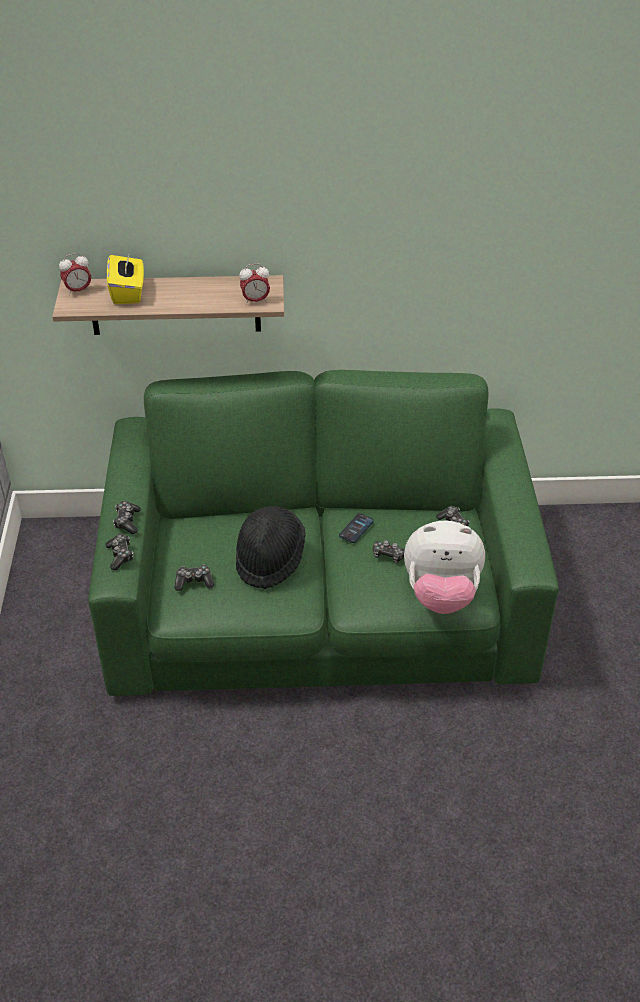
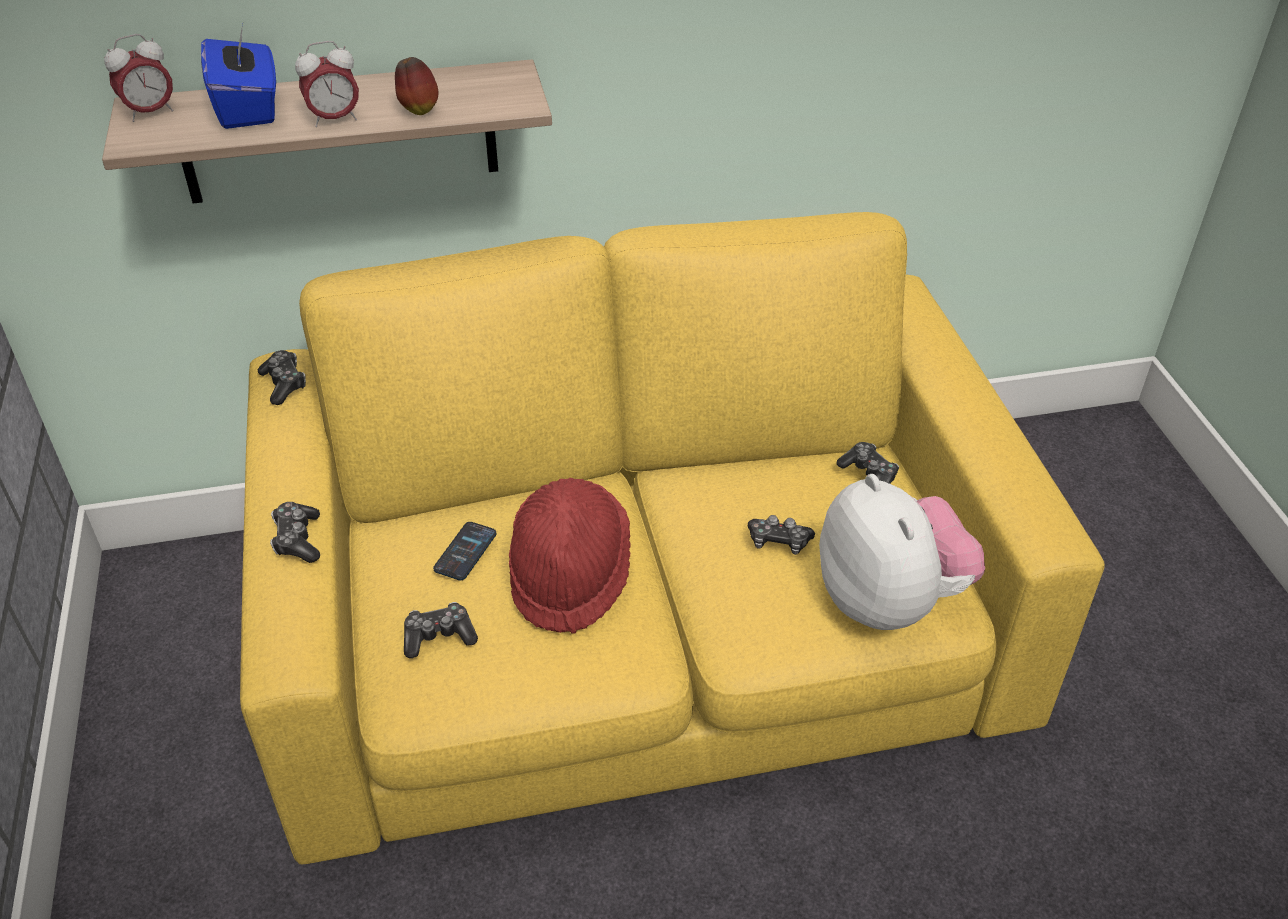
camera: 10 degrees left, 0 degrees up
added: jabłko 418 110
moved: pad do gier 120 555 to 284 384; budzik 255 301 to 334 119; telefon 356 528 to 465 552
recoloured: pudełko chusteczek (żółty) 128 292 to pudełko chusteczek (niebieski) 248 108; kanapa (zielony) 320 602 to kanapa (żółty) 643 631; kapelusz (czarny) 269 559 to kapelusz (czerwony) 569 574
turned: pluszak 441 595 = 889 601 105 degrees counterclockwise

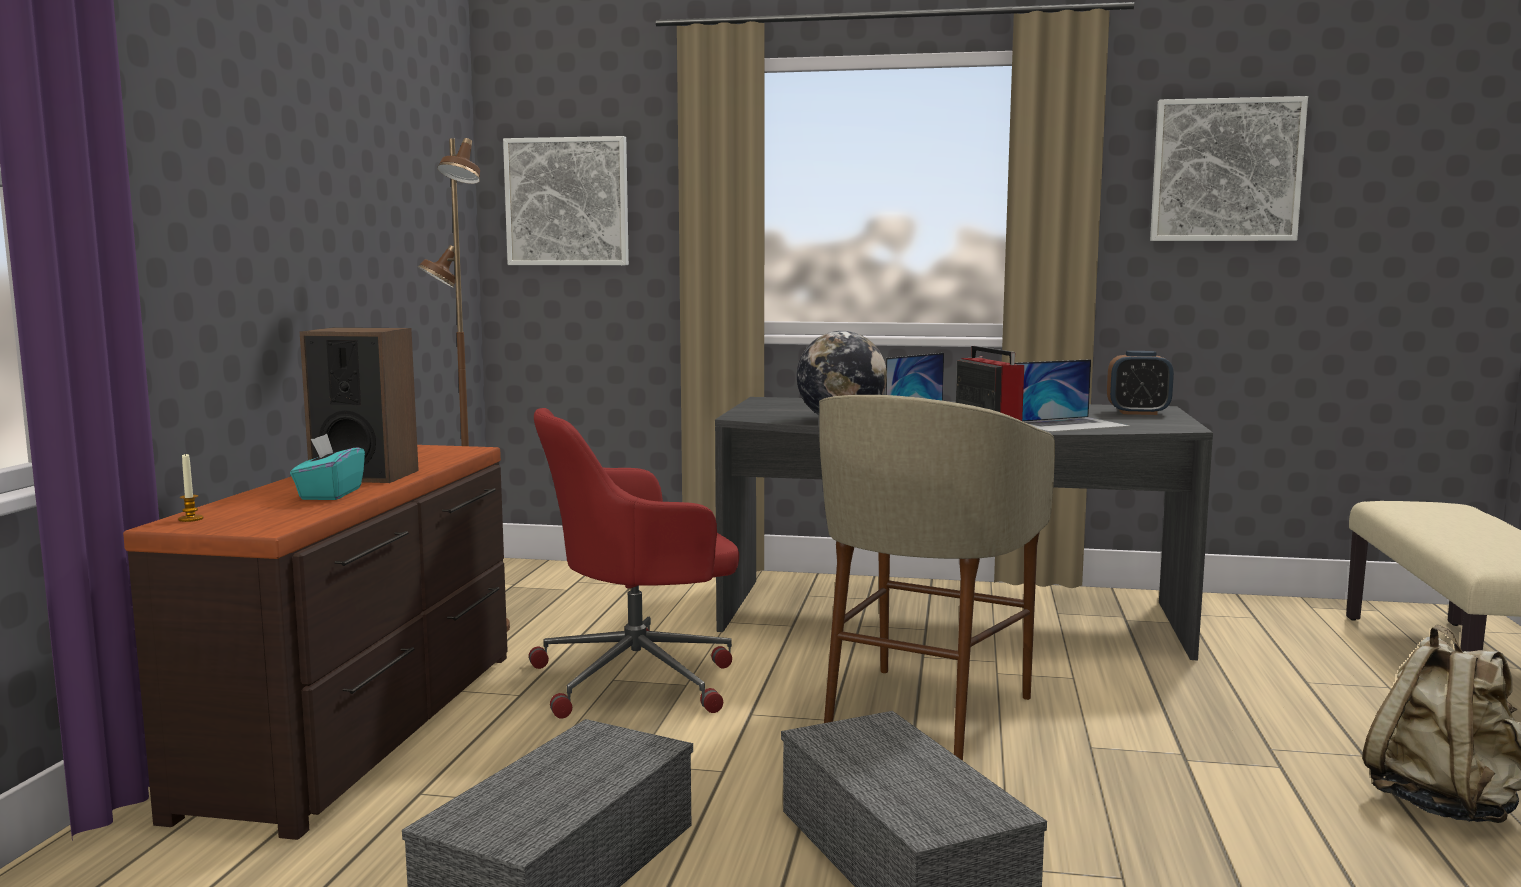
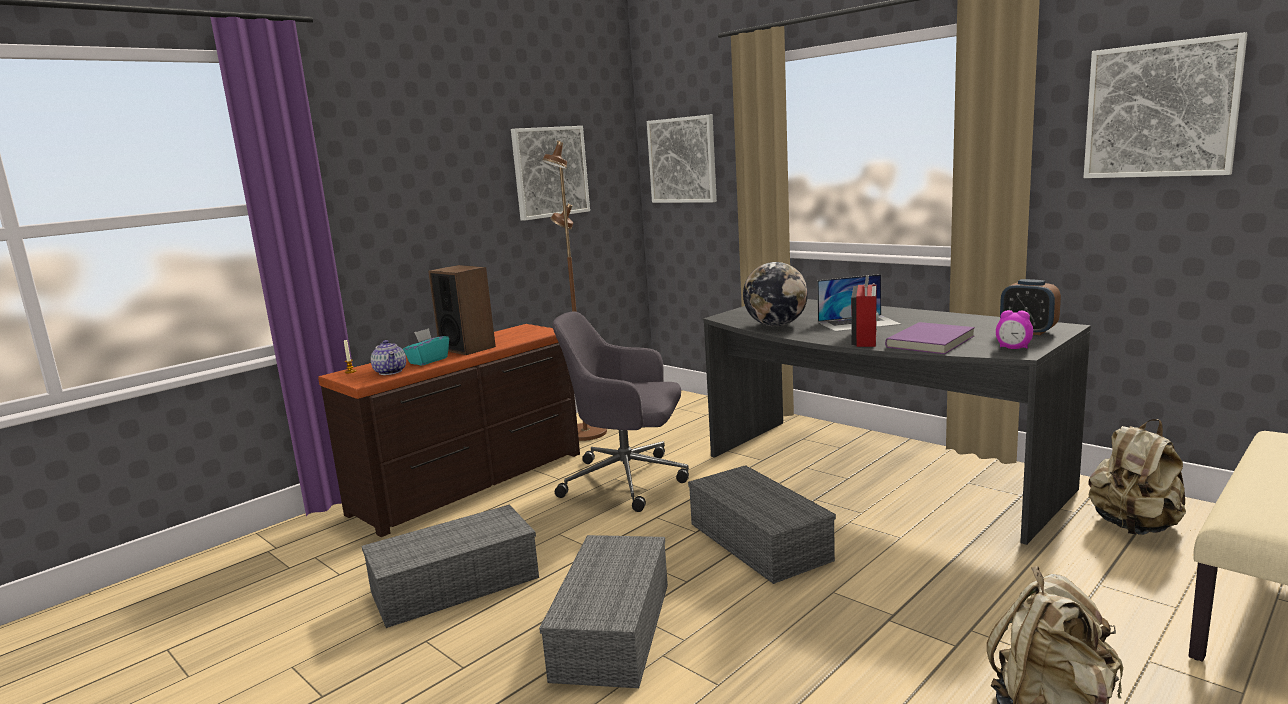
camera: 35 degrees right, 5 degrees up
added: imbryk 390 371; obraz 550 172; budzik 1013 348; plecak (beżowy) 1135 527
replaced: stołek (beżowy) 923 714 to pojemnik do przechowywania (szary) 756 541; laptop 1069 424 to książka (fioletowy) 932 342
recoloured: krzesło biurowe (czerwony) 639 678 to krzesło biurowe (szary) 628 480

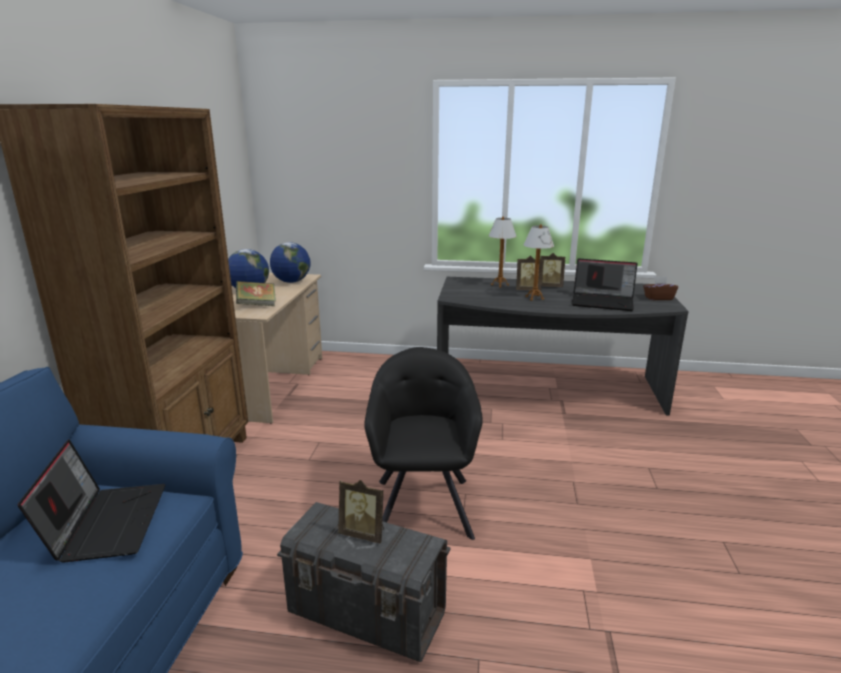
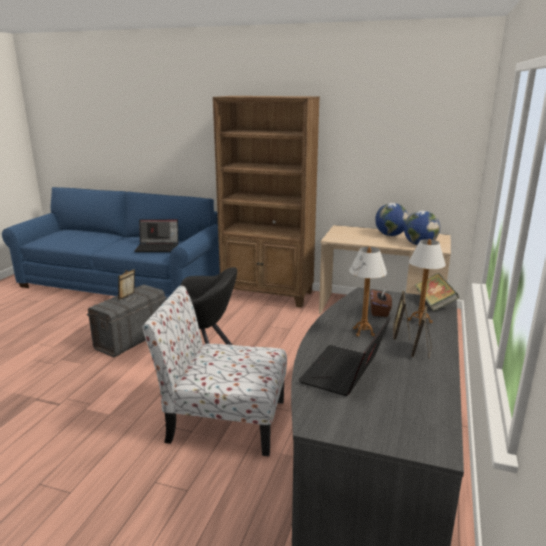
camera: 100 degrees right, 0 degrees up
added: krzesło 224 420
moved: pudełko chusteczek (brązowy) 658 298 to 380 311; książka 257 305 to 434 303

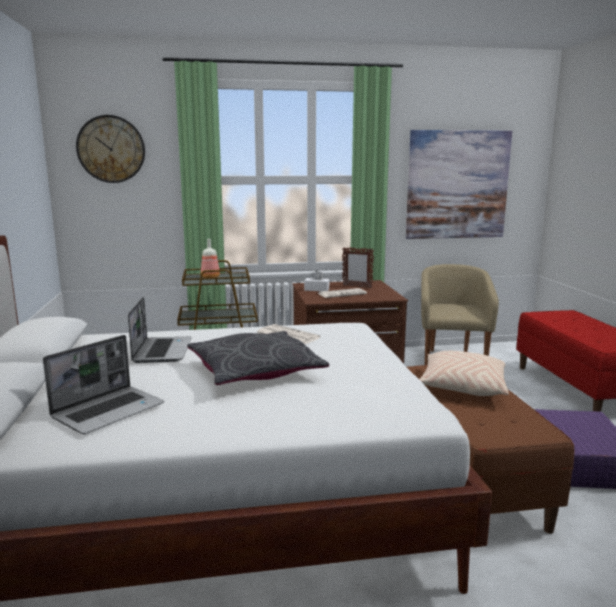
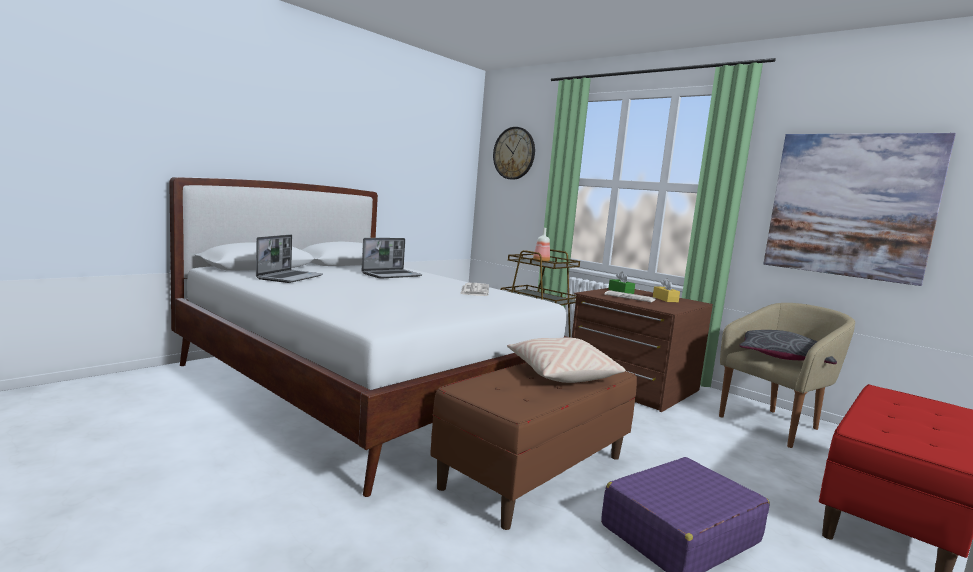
camera: 50 degrees right, 5 degrees down
moved: poduszka (szary) 255 371 to 782 357
replaced: ramka na zdjęcie 357 287 to pudełko chusteczek (żółty) 665 299
recoloured: pudełko chusteczek (biały) 316 289 to pudełko chusteczek (zielony) 620 291
turned: laptop 109 411 = 290 277 75 degrees counterclockwise

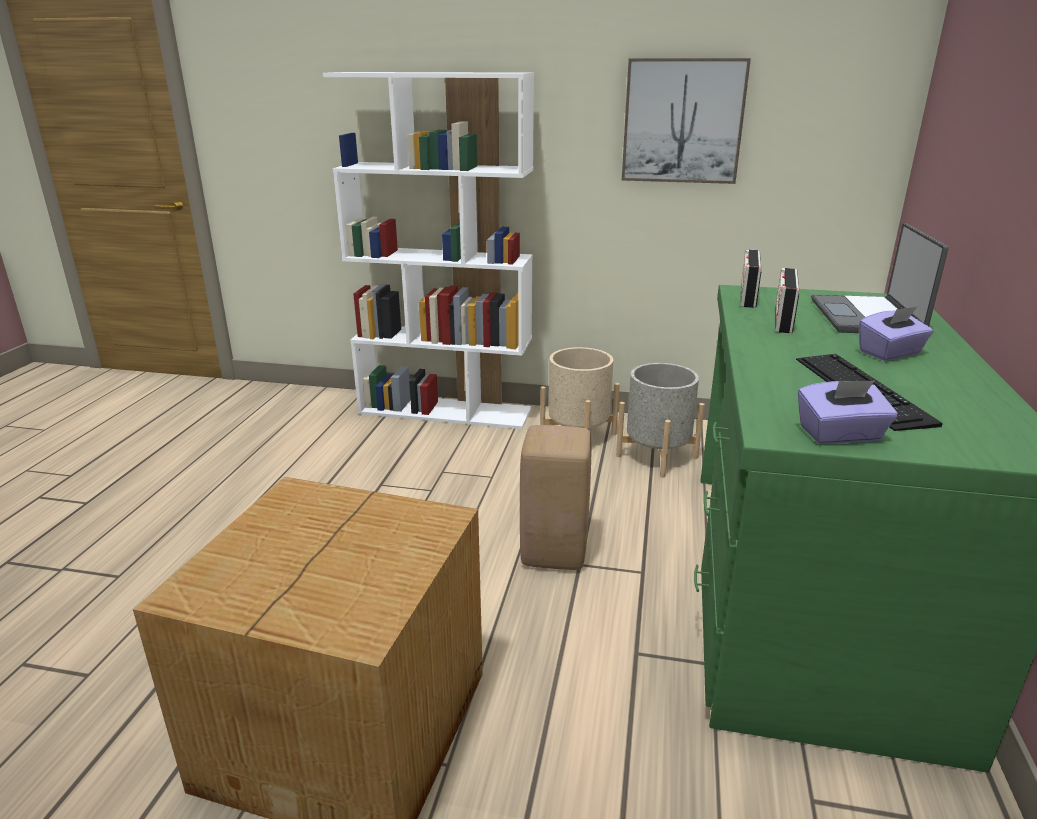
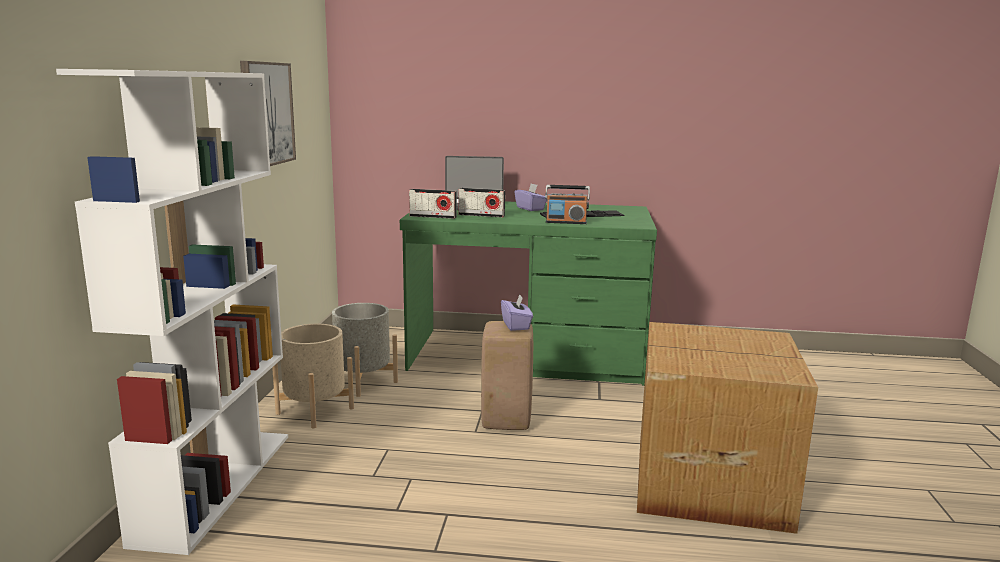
camera: 95 degrees left, 10 degrees down
added: radio 566 222
moved: pudełko chusteczek (fioletowy) 840 435 to 516 325

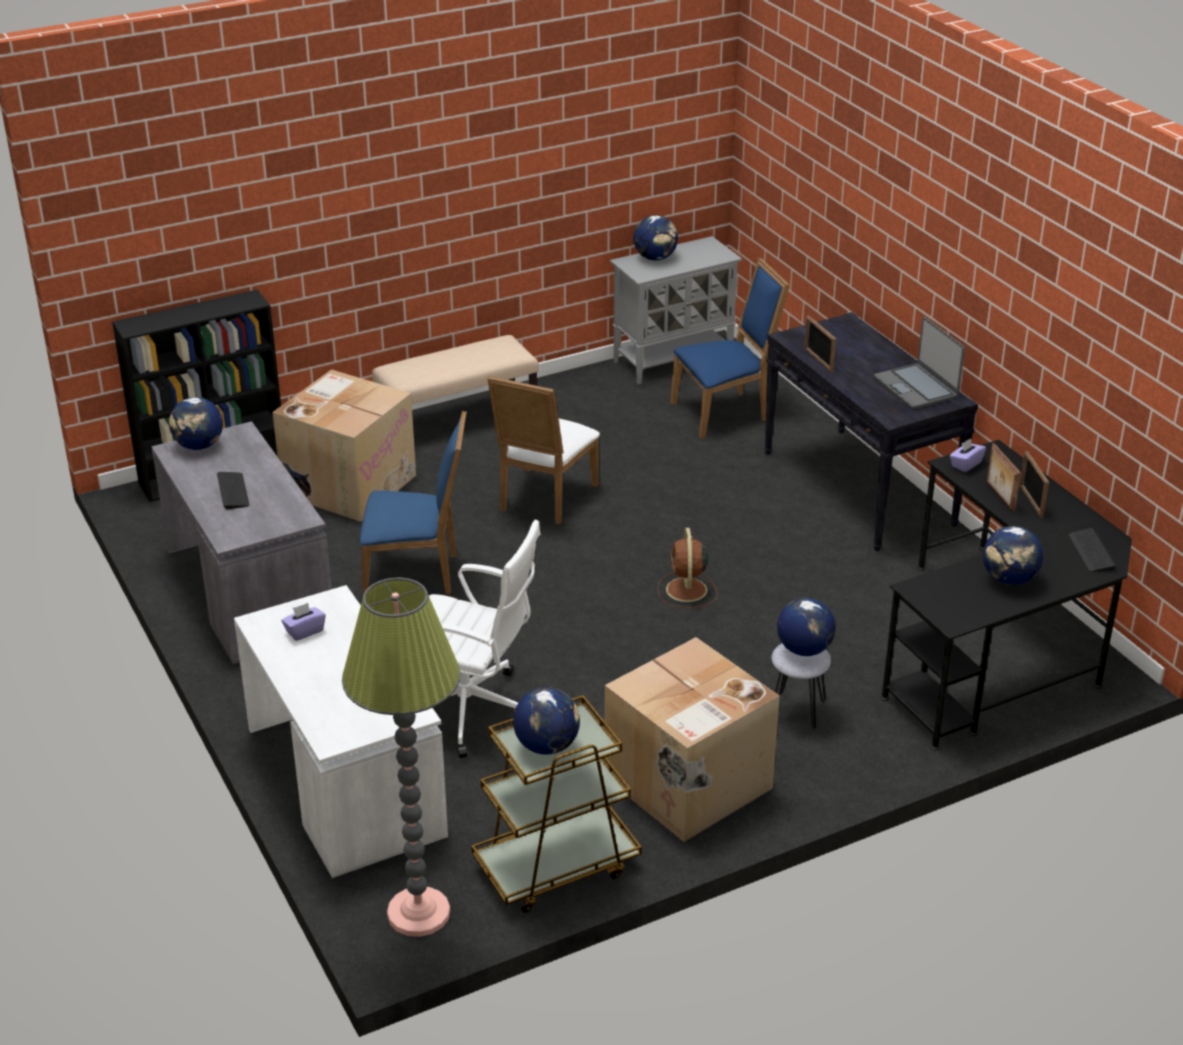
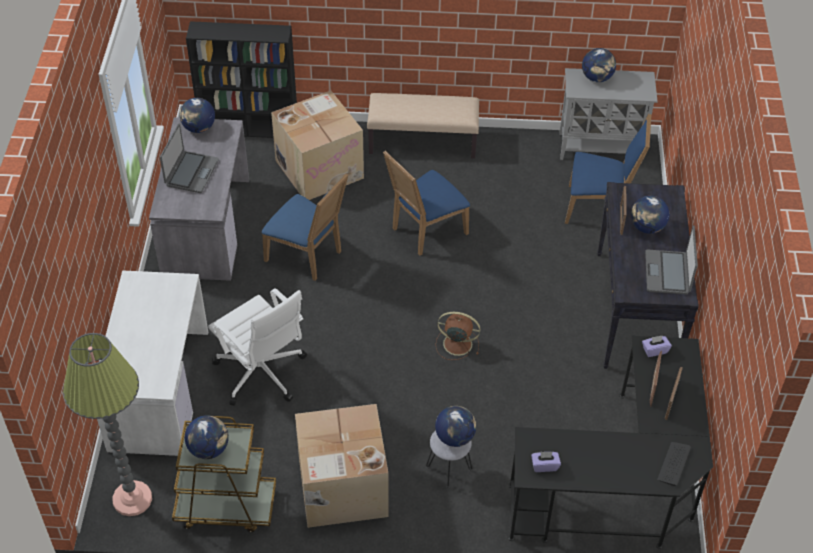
camera: 30 degrees right, 15 degrees up
moved: pudełko chusteczek (fioletowy) 304 631 to 544 466; globus 1009 579 to 647 227
replaced: klawiatura 233 491 to laptop 191 172
recoloured: krzesło (biały) 543 499 to krzesło (niebieski) 425 231
turned: wentylator (brązowy) 686 591 = 456 344 75 degrees clockwise

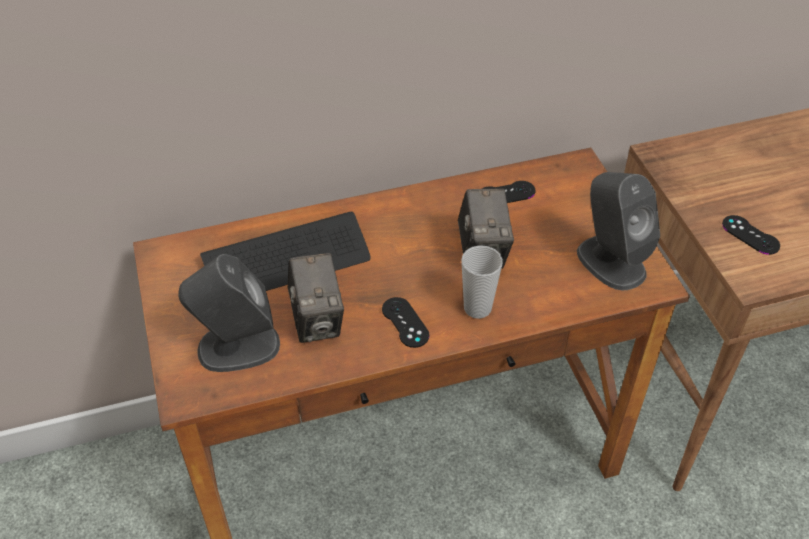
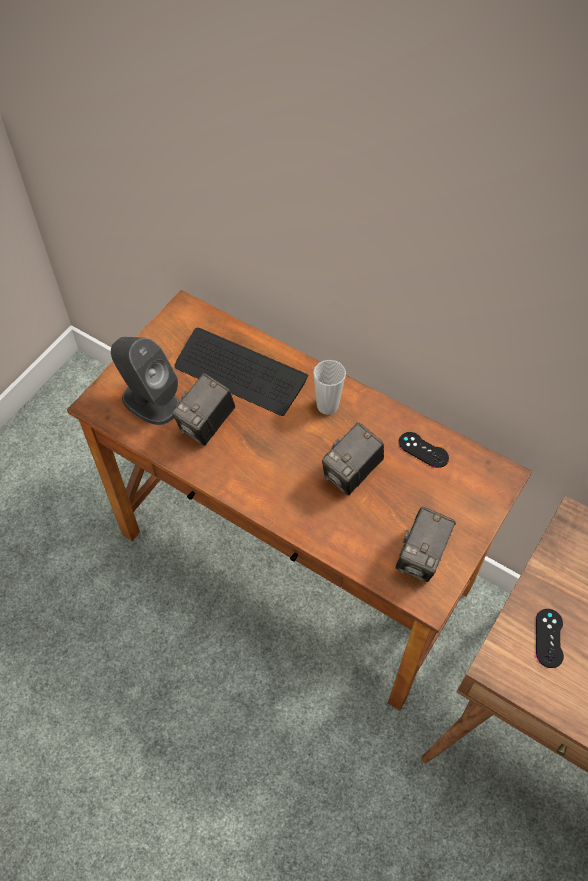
camera: 50 degrees right, 10 degrees up
removed: pad do gier (czarny) 405 322
moved: filiżanka 477 308 to 327 406
replaced: głośnik (szary) 610 261 to aparat fotograficzny 421 557

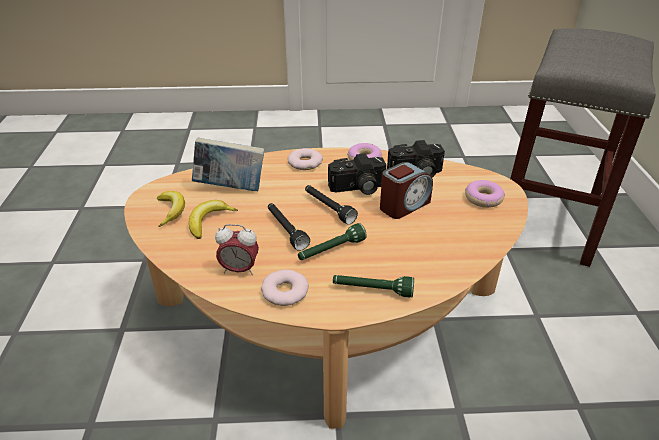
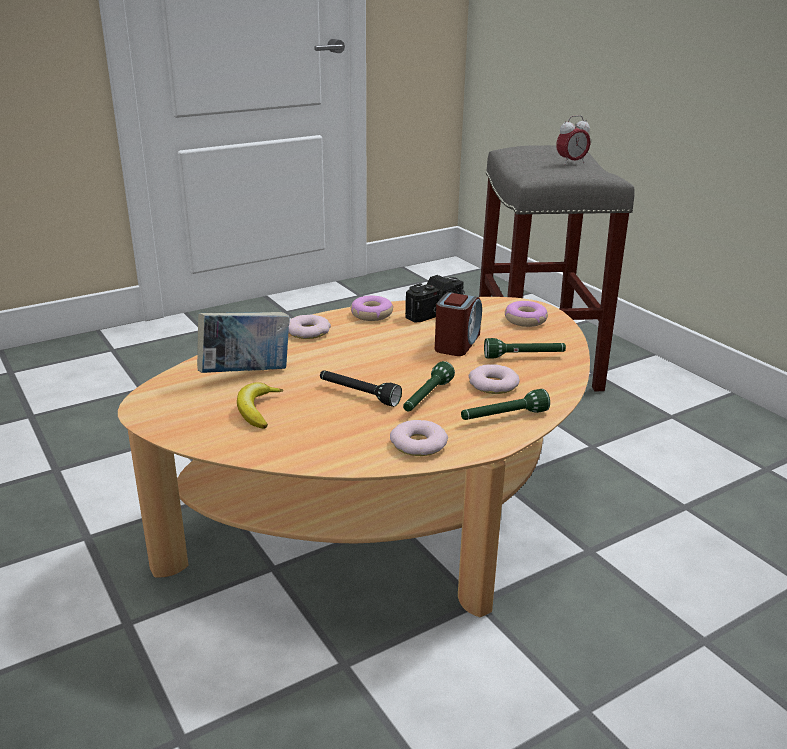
camera: 30 degrees left, 10 degrees down
removed: banan 171 211; latarka (czarny) 328 208; aparat fotograficzny 358 188
added: donut 493 384; latarka (zielony) 524 357
moved: budzik 239 269 to 571 163

